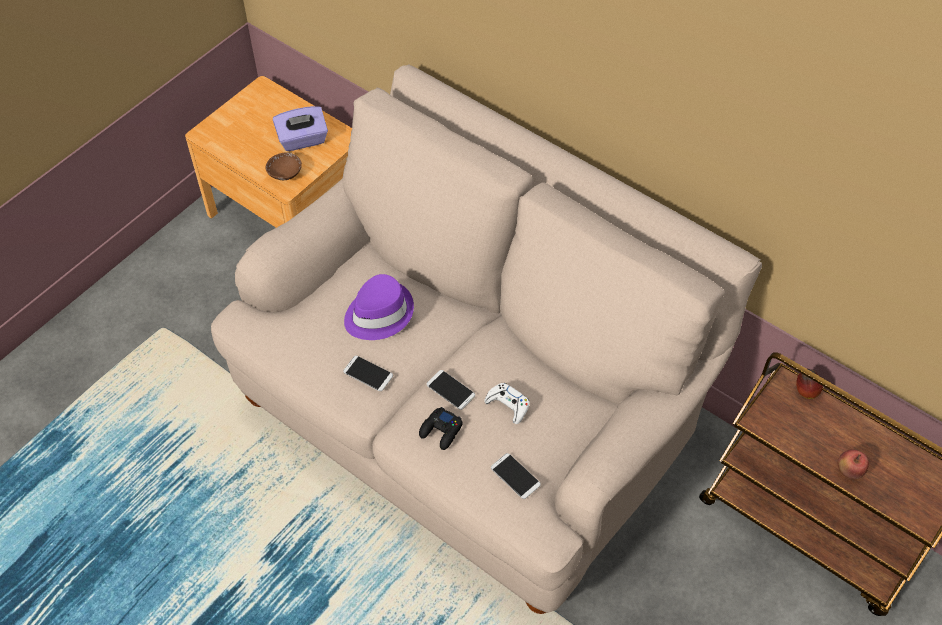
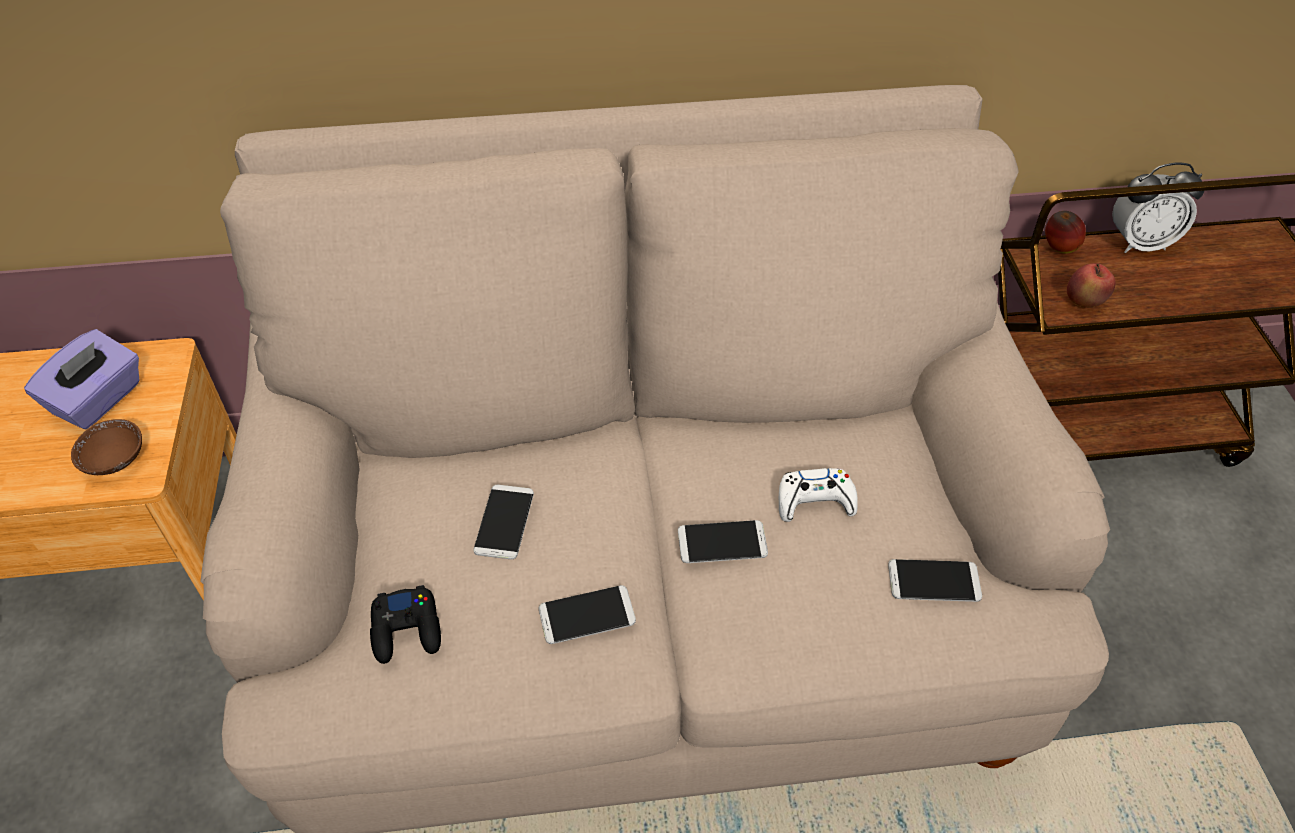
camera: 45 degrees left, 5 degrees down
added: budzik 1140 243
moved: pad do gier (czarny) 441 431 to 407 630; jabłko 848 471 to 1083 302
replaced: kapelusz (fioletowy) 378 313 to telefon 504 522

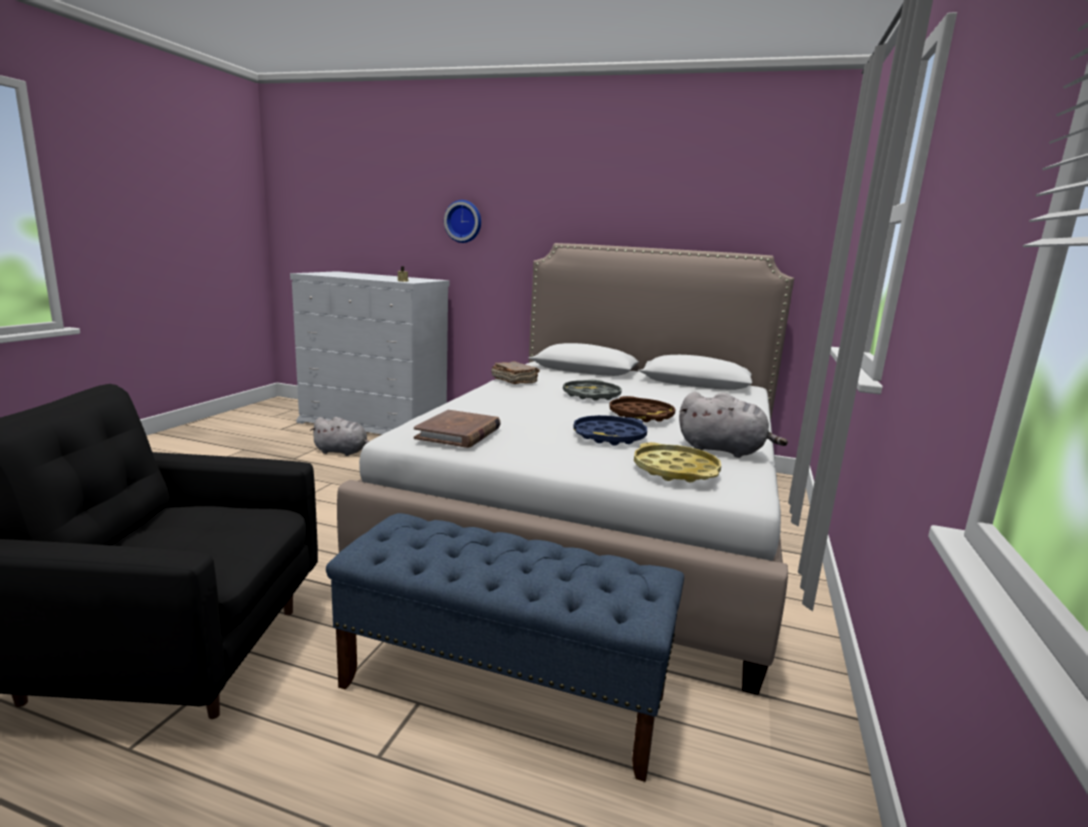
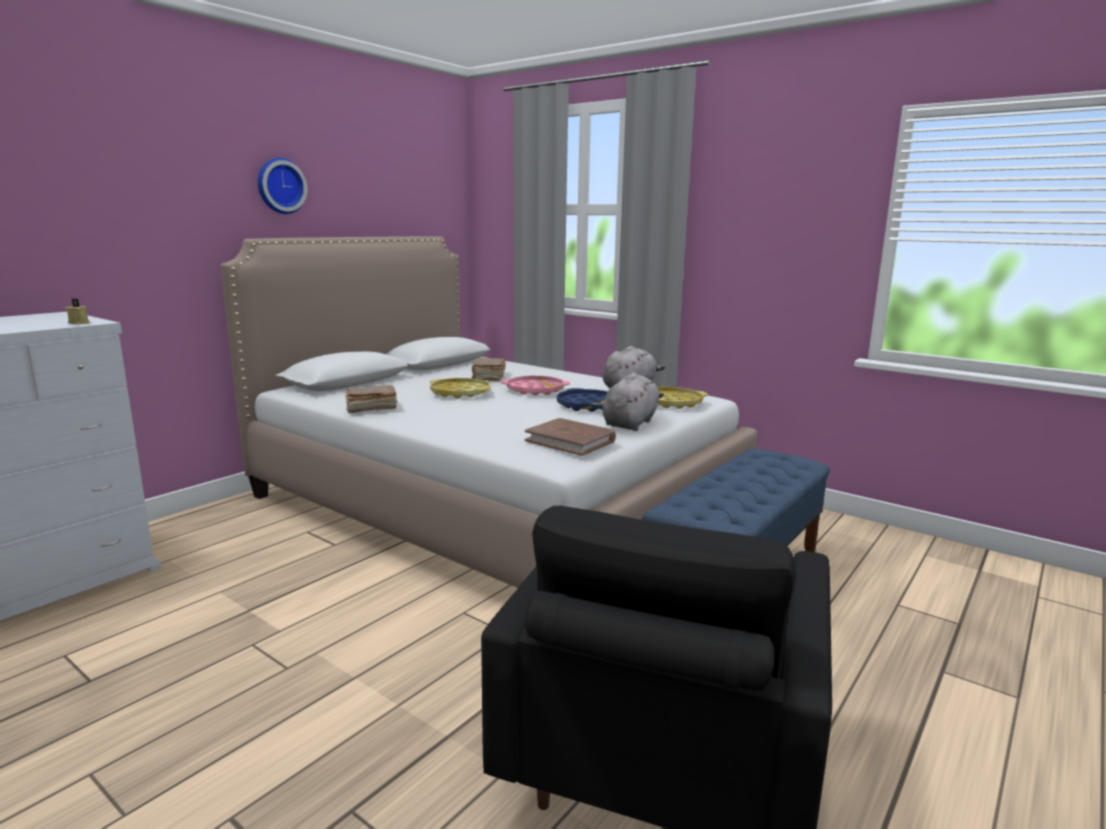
camera: 70 degrees left, 0 degrees up
added: książka (brązowy) 488 377
moved: zegar ścienny 464 221 to 280 186; pluszak (szary) 343 452 to 630 423
recoloured: taca (szary) 591 395 to taca (żółty) 460 393; taca (brązowy) 641 415 to taca (różowy) 535 390

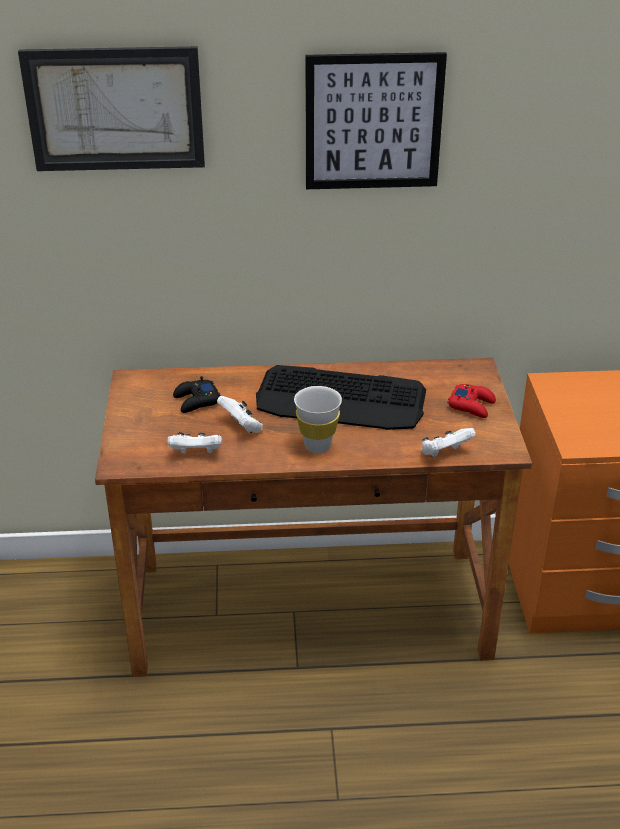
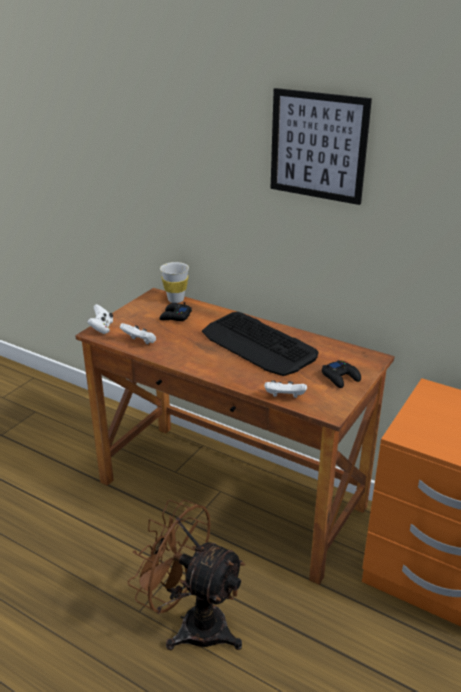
camera: 35 degrees right, 5 degrees down
removed: obraz 115 109
added: wentylator (brązowy) 192 623
moved: pad do gier (biały) 242 427 to 102 328; filiżanka (biały) 317 446 to 176 300
recoloured: pad do gier (czerwony) 472 405 to pad do gier (czarny) 340 377

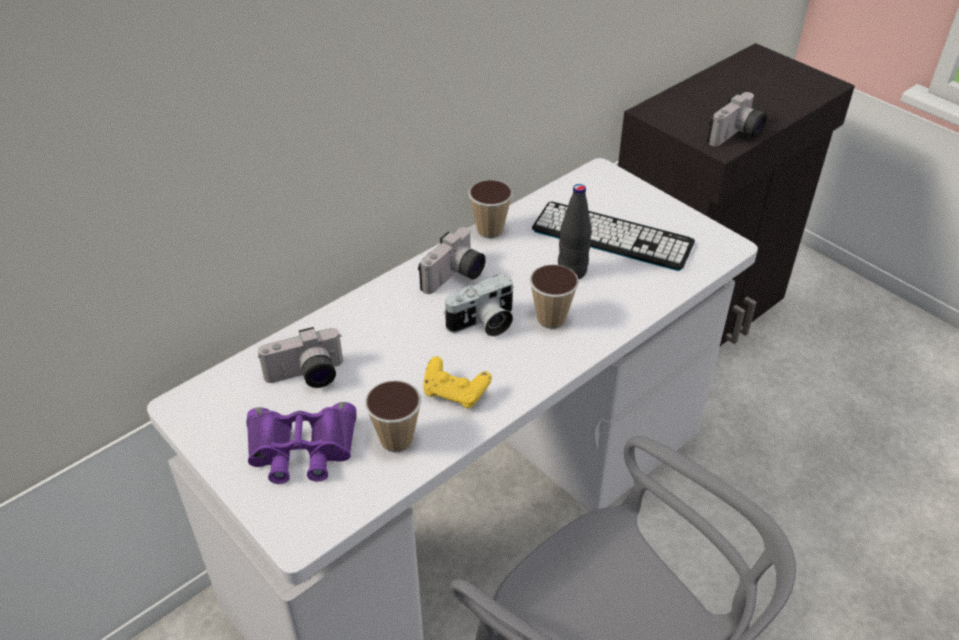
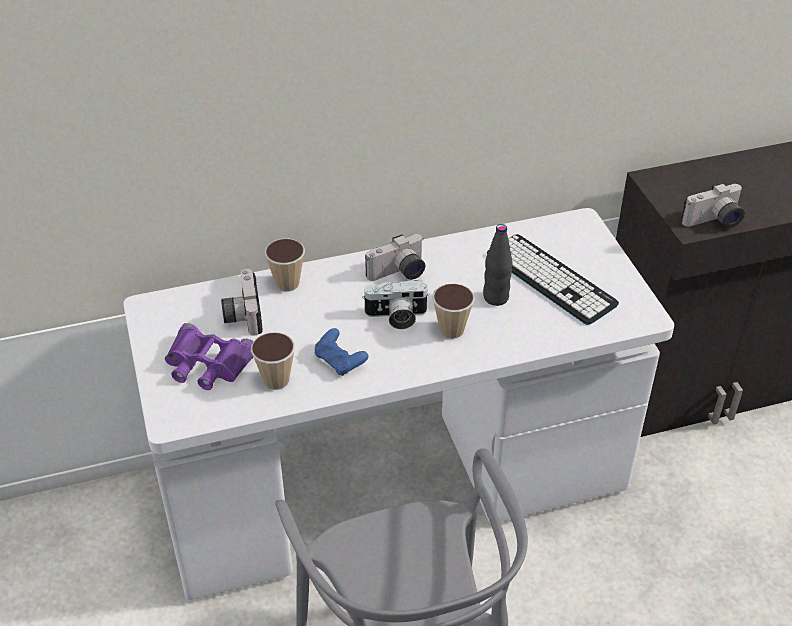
camera: 25 degrees right, 0 degrees up
moved: filiżanka 490 230 to 287 283
recoloured: pad do gier (żółty) 455 393 to pad do gier (niebieski) 340 361
turned: aparat fotograficzny 307 377 = 242 314 75 degrees clockwise

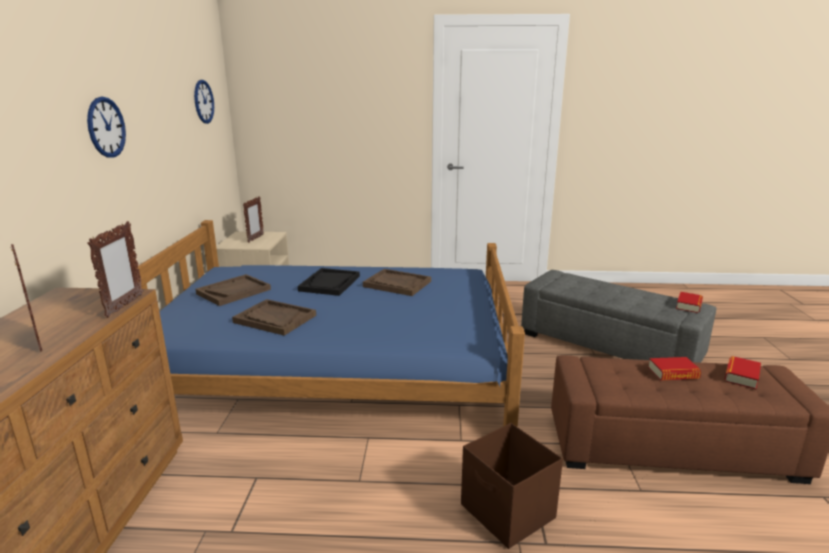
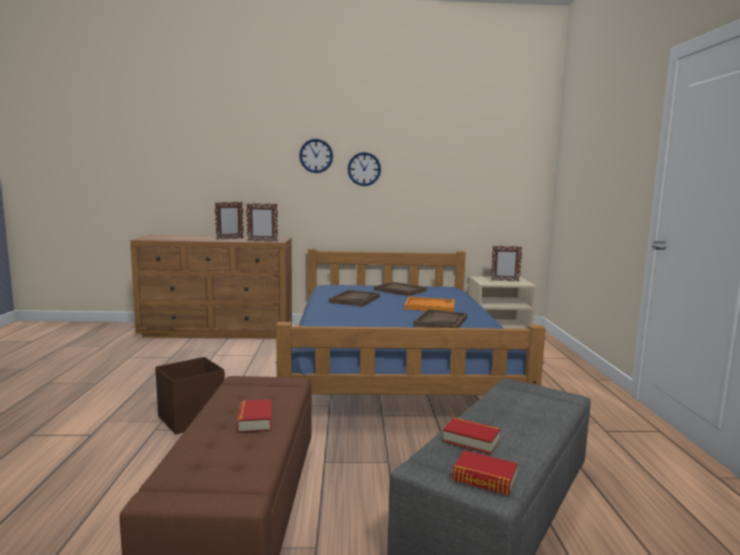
camera: 85 degrees right, 10 degrees down
moved: zegar ścienny 203 101 to 316 156; książka 741 376 to 471 440
recoloured: taca (czarny) 330 283 to taca (pomarańczowy) 429 306

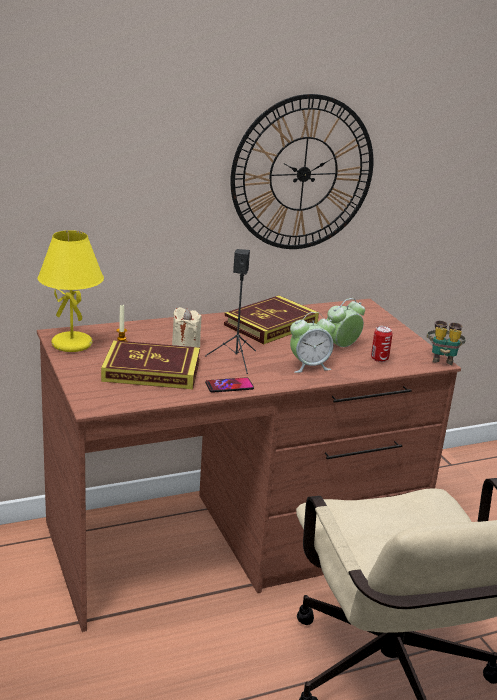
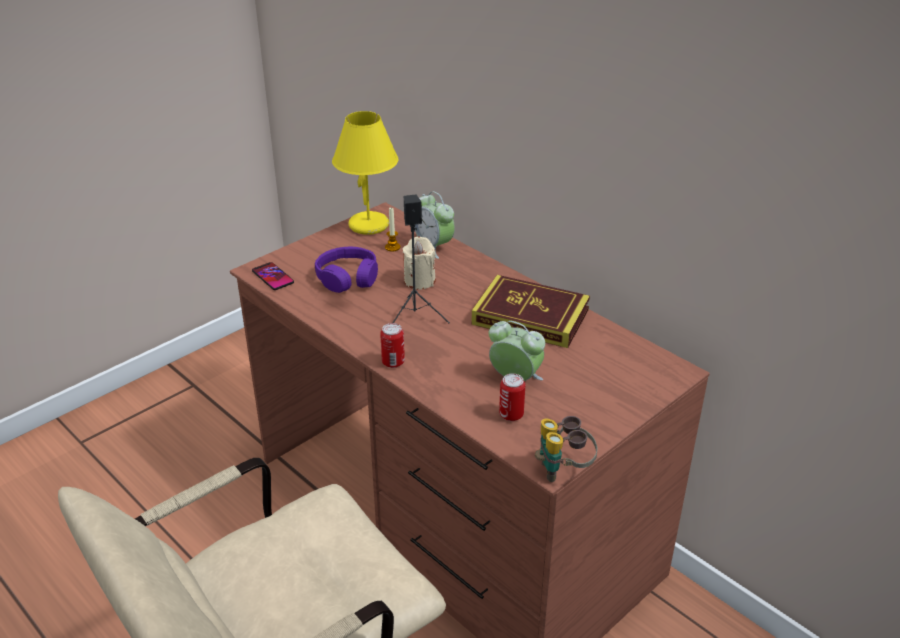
camera: 70 degrees right, 10 degrees up
removed: zegar ścienny 303 174
added: puszka 393 362
moved: telefon 229 386 to 273 277; budzik 309 366 to 434 246
replaced: książka 151 371 to słuchawki (fioletowy) 348 278

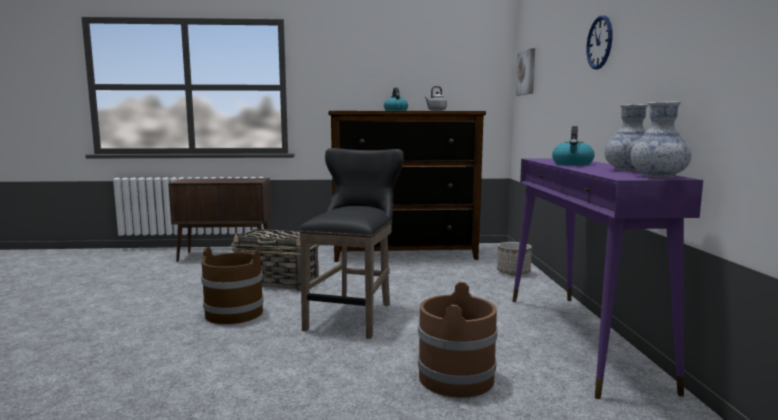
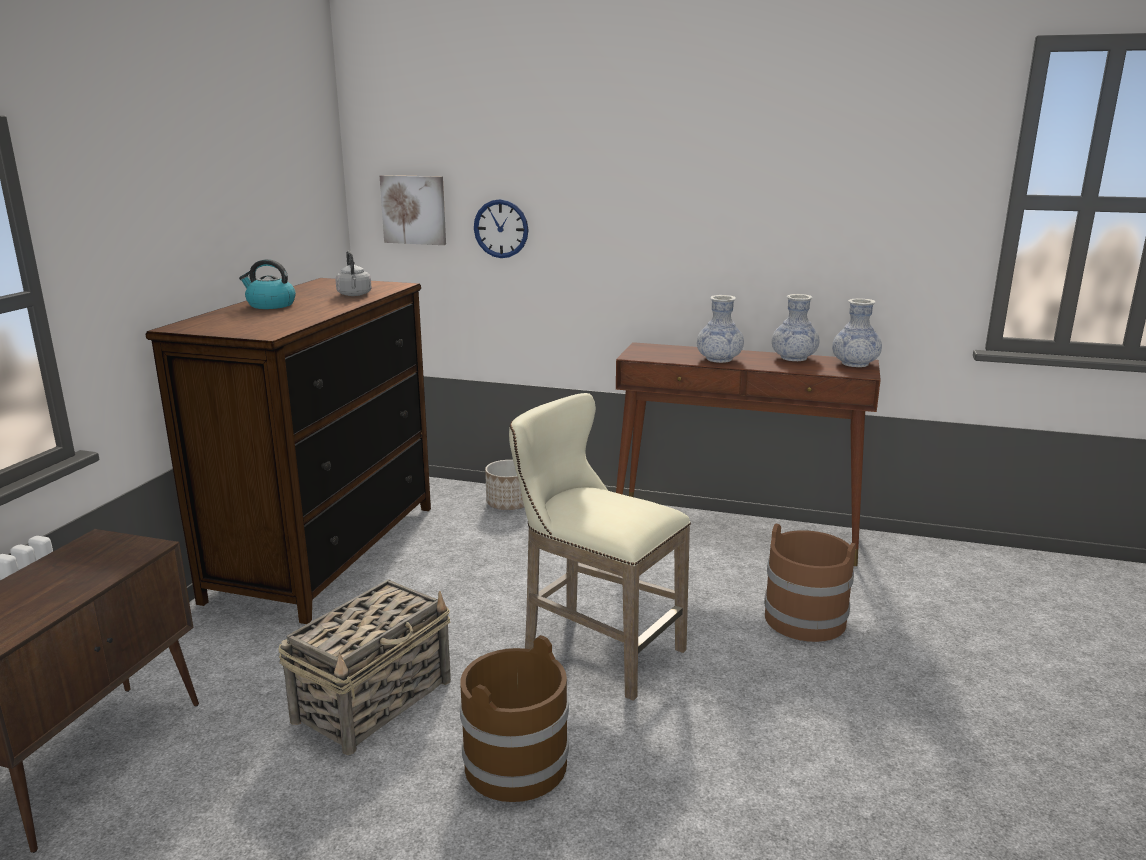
camera: 70 degrees left, 10 degrees up
moved: zegar ścienny 599 42 to 501 228
replaced: czajnik 572 164 to wazon 719 359
recoloured: stołek (czarny) 354 315 to stołek (beżowy) 595 648; stolik konsolowy (fioletowy) 581 339 to stolik konsolowy (brązowy) 736 533

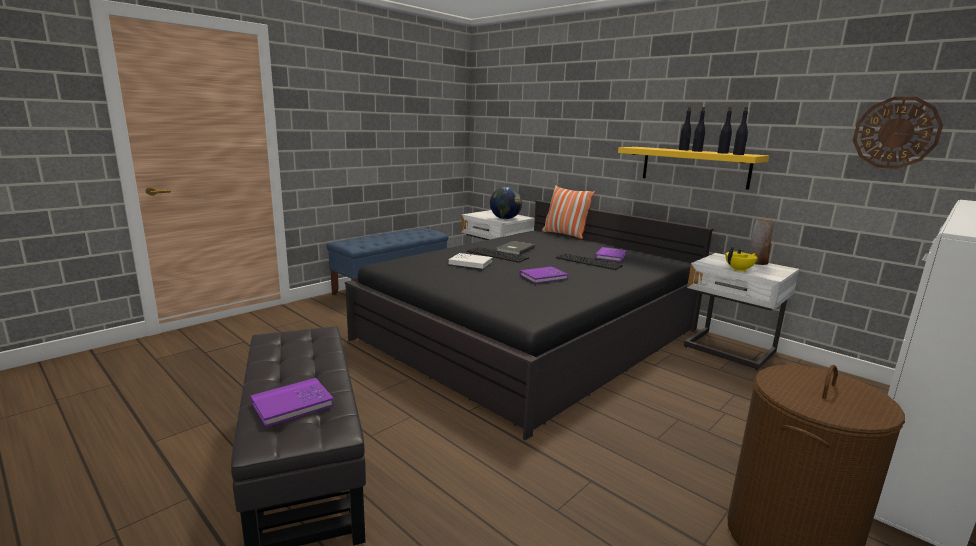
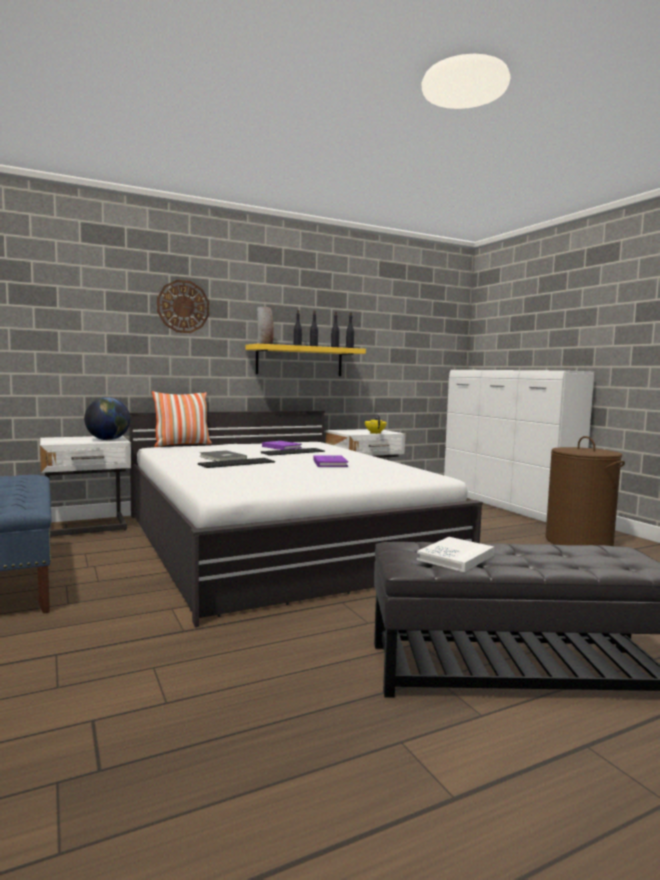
camera: 70 degrees left, 10 degrees down
removed: książka (fioletowy) 292 404
moved: zegar ścienny 896 133 to 183 306; wazon 757 263 to 264 344; książka (biały) 470 263 to 456 557
recoloured: łóżko (czarny) 532 334 to łóżko (biały) 278 541

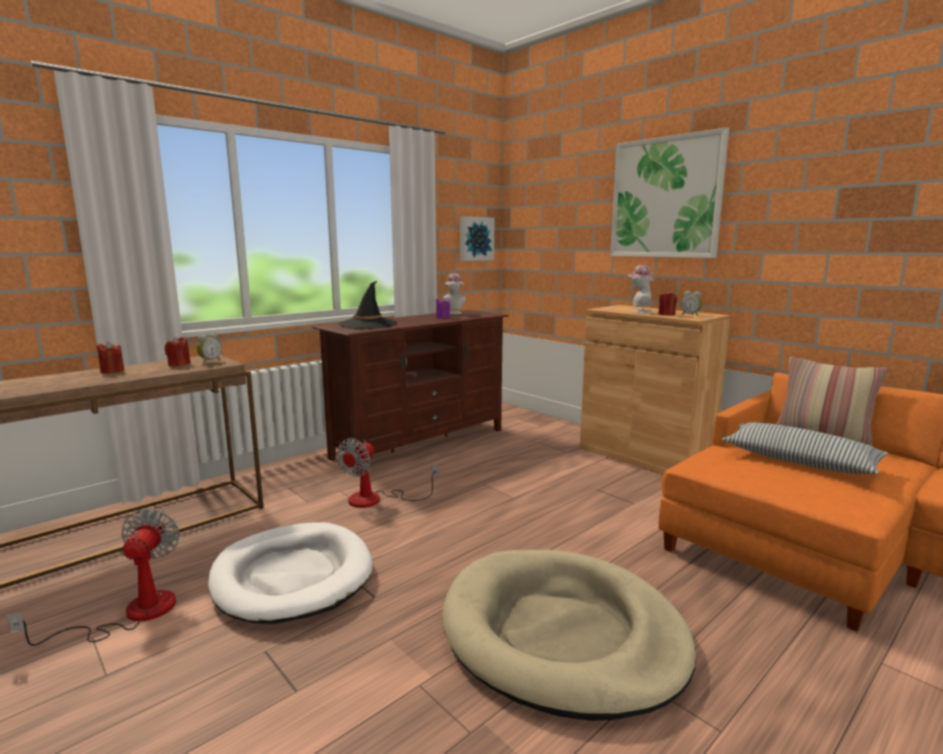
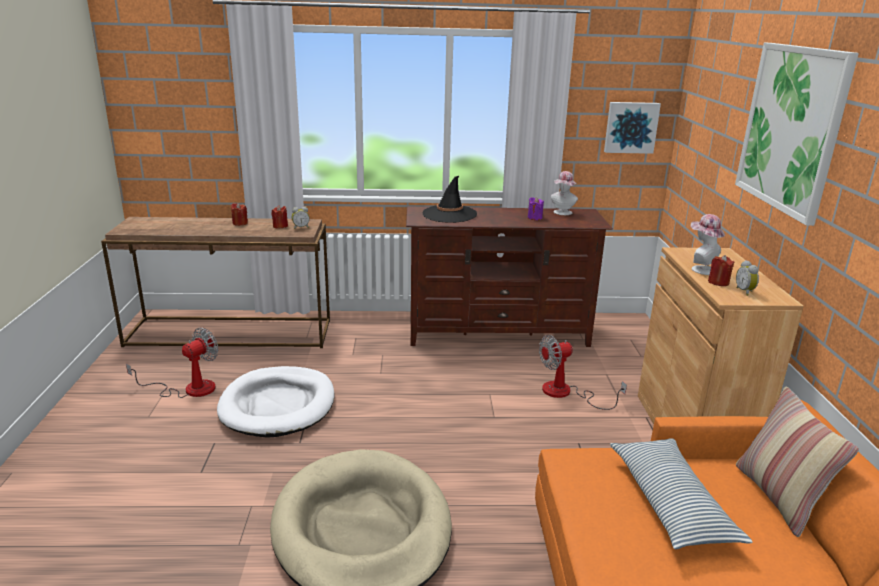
camera: 40 degrees right, 10 degrees up
moved: wentylator 376 499 to 566 393

